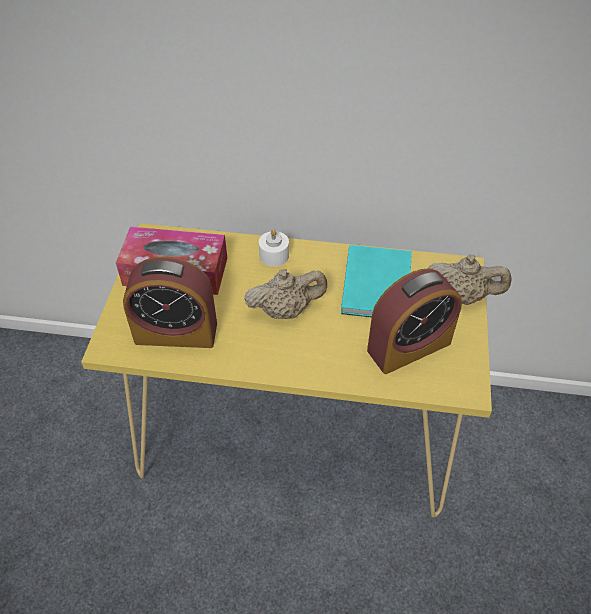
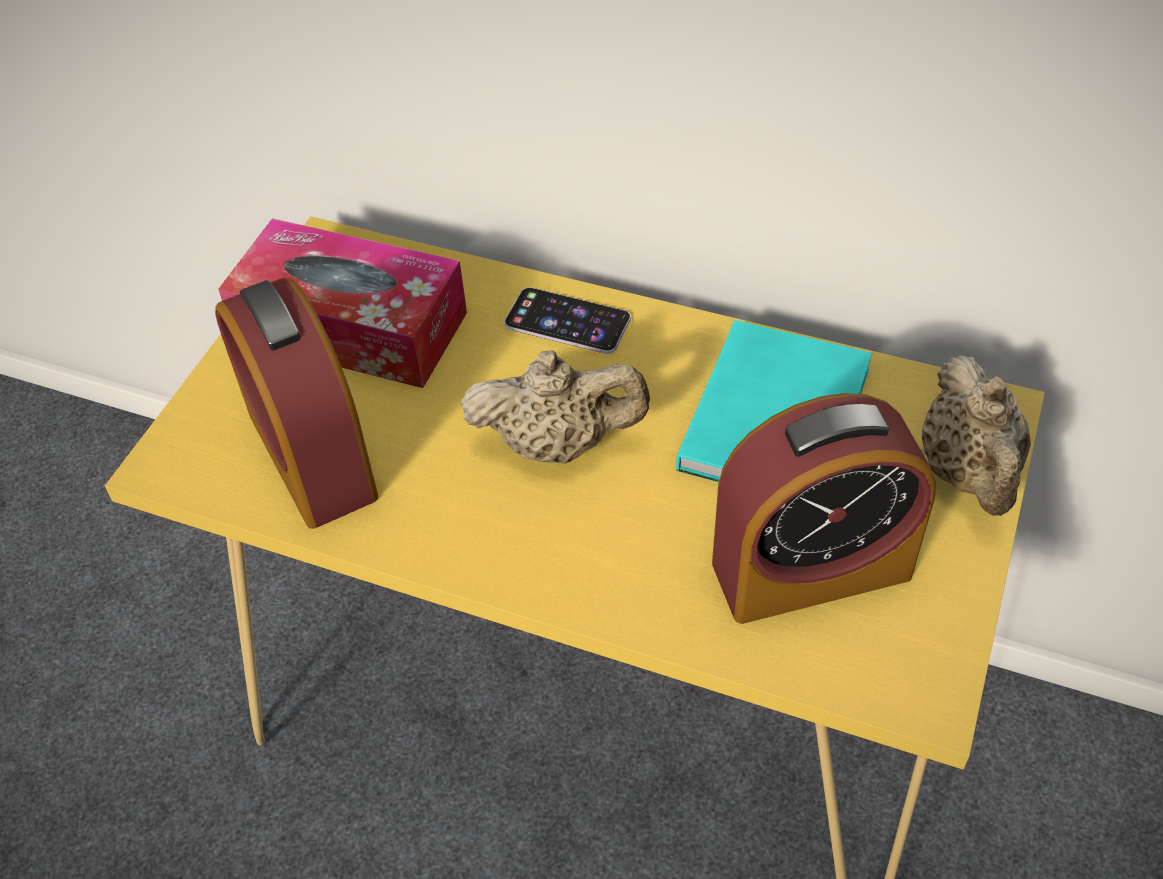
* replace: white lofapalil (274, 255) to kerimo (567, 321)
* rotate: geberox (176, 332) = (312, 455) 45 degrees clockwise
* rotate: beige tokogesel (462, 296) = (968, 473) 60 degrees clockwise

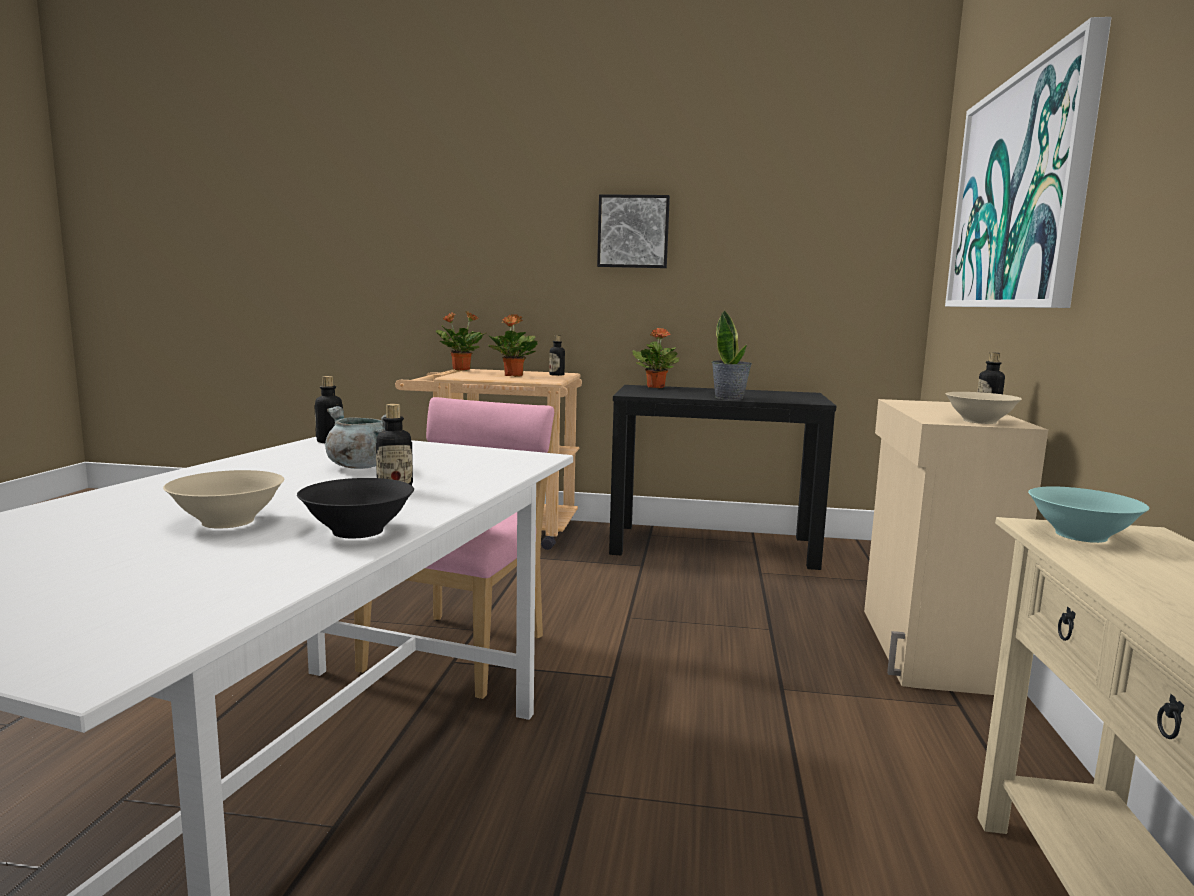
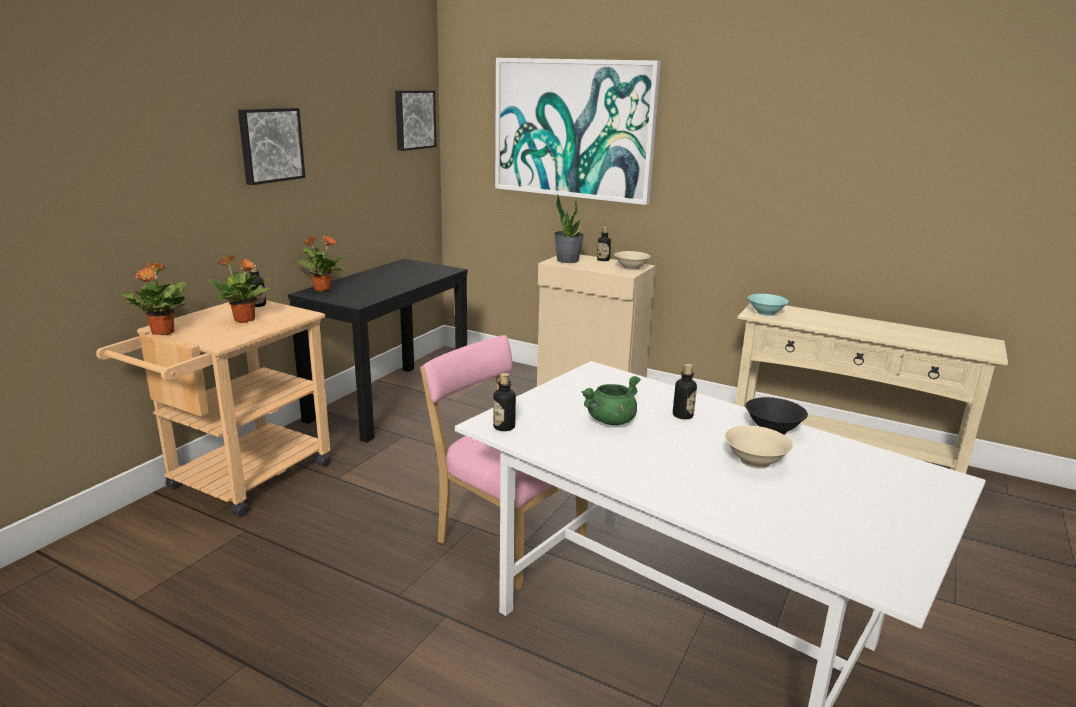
* insert: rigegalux (413, 119)
* move: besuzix (729, 398) to (567, 260)
* recolor: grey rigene (360, 466) to green rigene (611, 421)

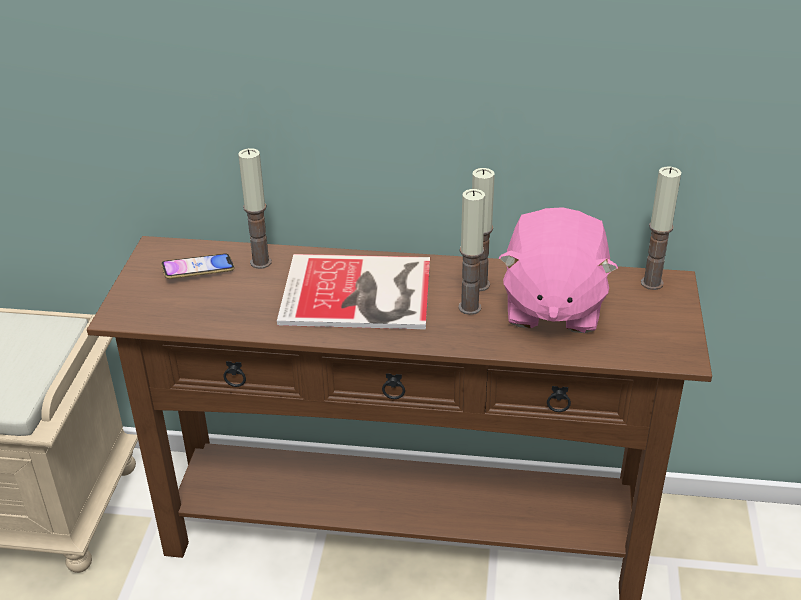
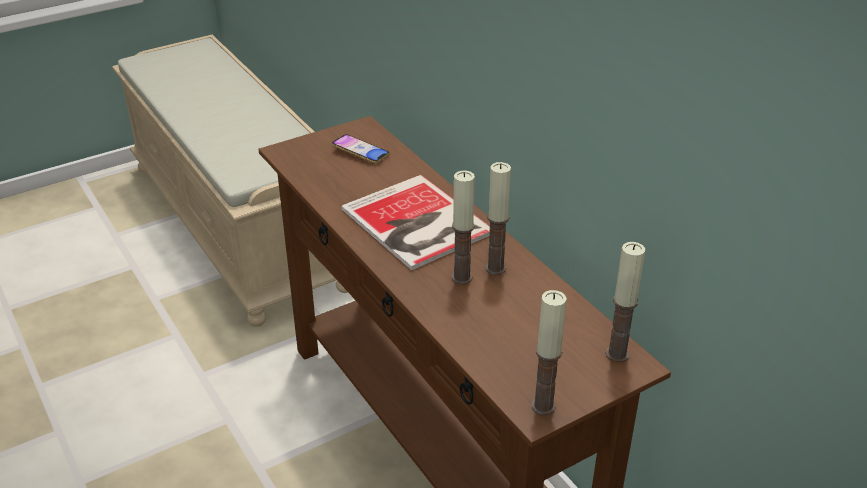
* delete: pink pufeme (552, 306)
* move: lofapalil (260, 262) to (543, 406)

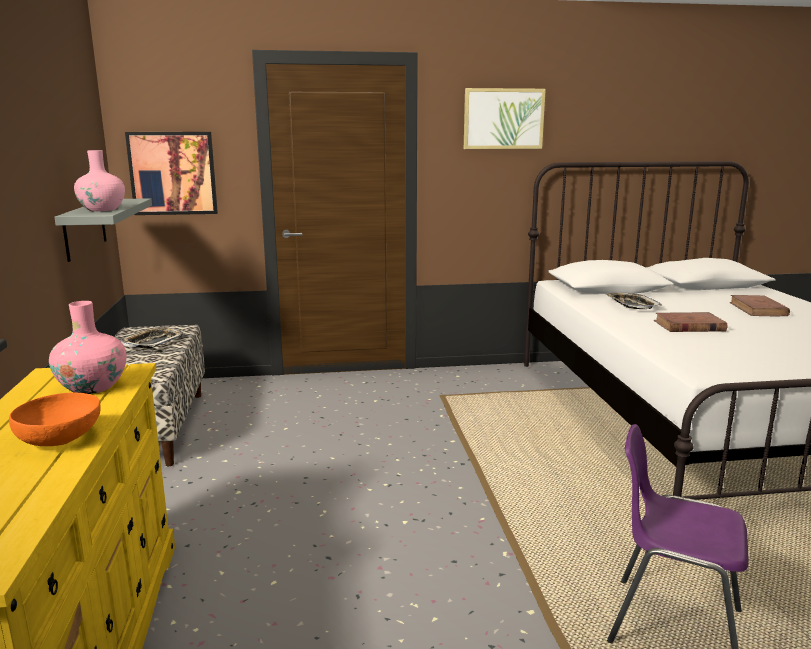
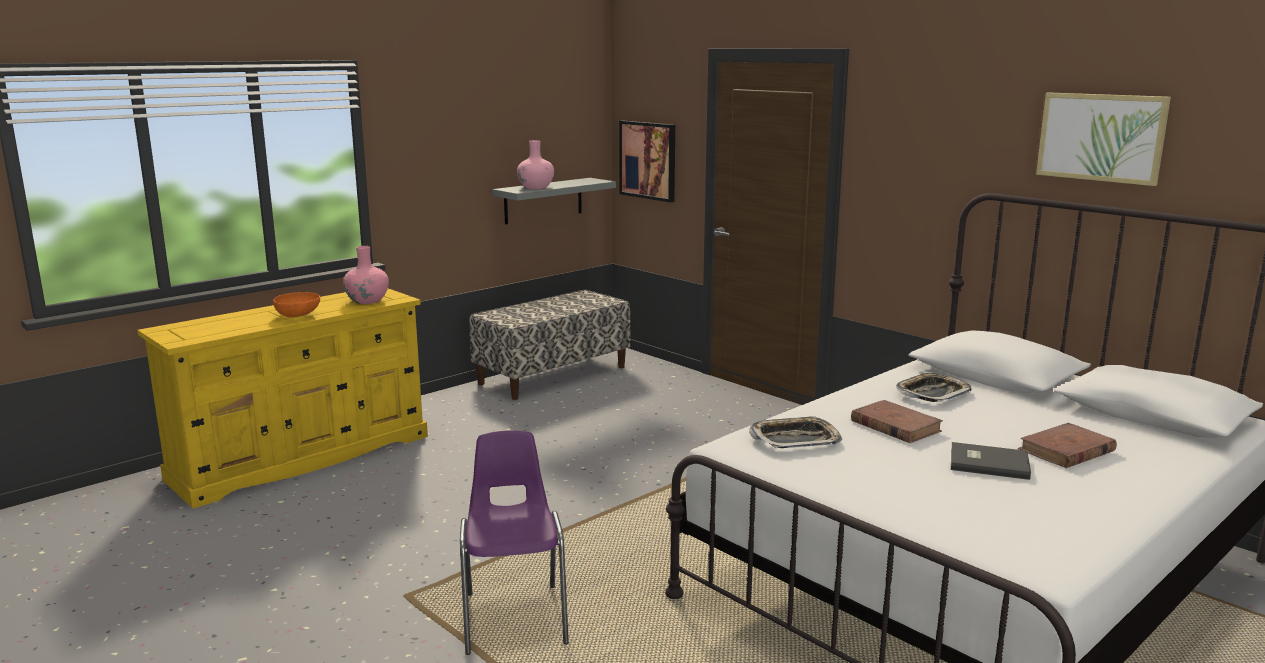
* insert: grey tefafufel (987, 463)
* move: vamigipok (152, 342) to (795, 439)
* move: rigegalux (503, 119) to (1101, 137)

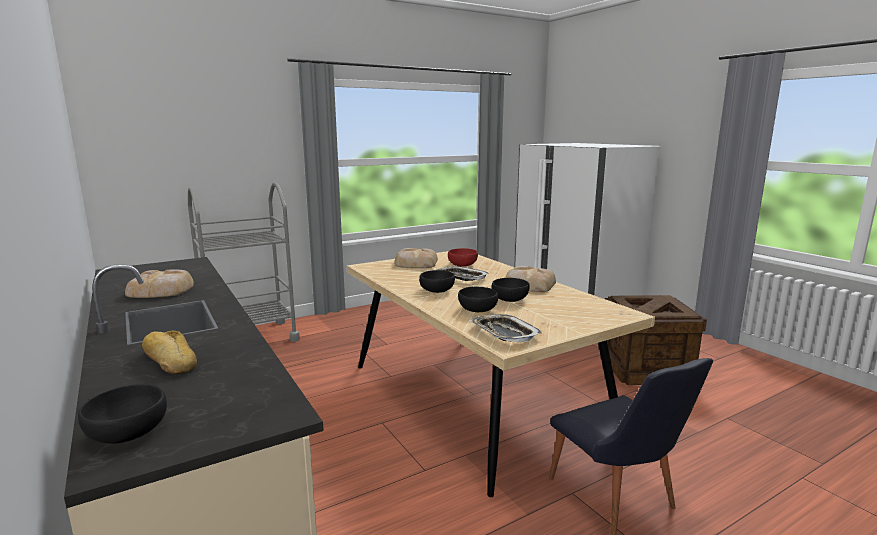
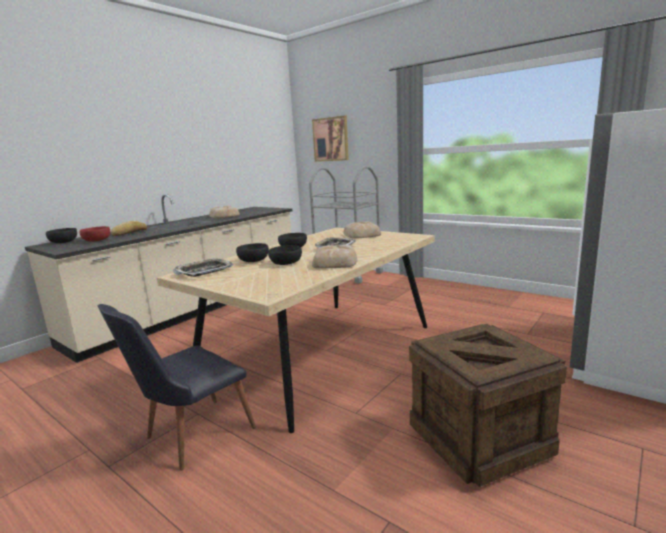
* insert: rigegalux (331, 139)
* move: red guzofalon (463, 265) to (97, 240)

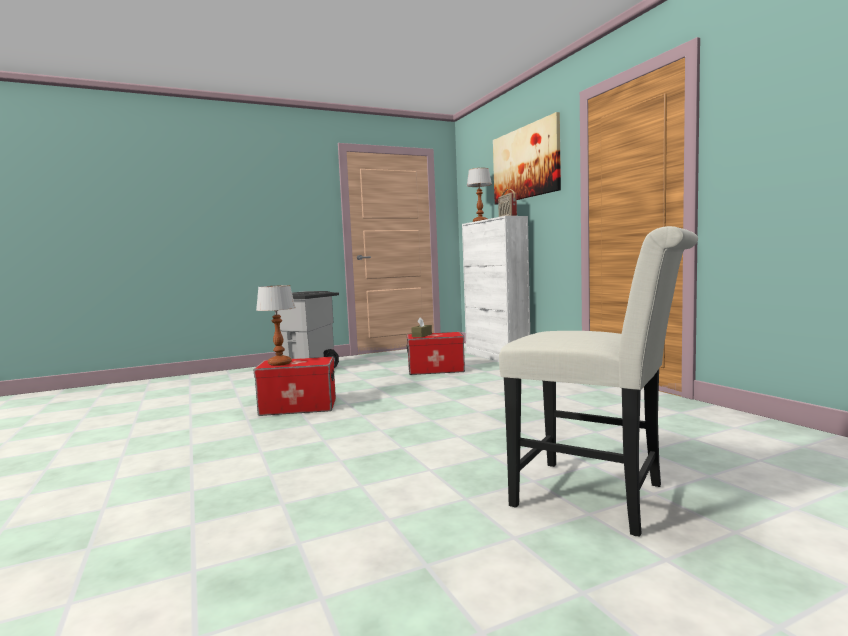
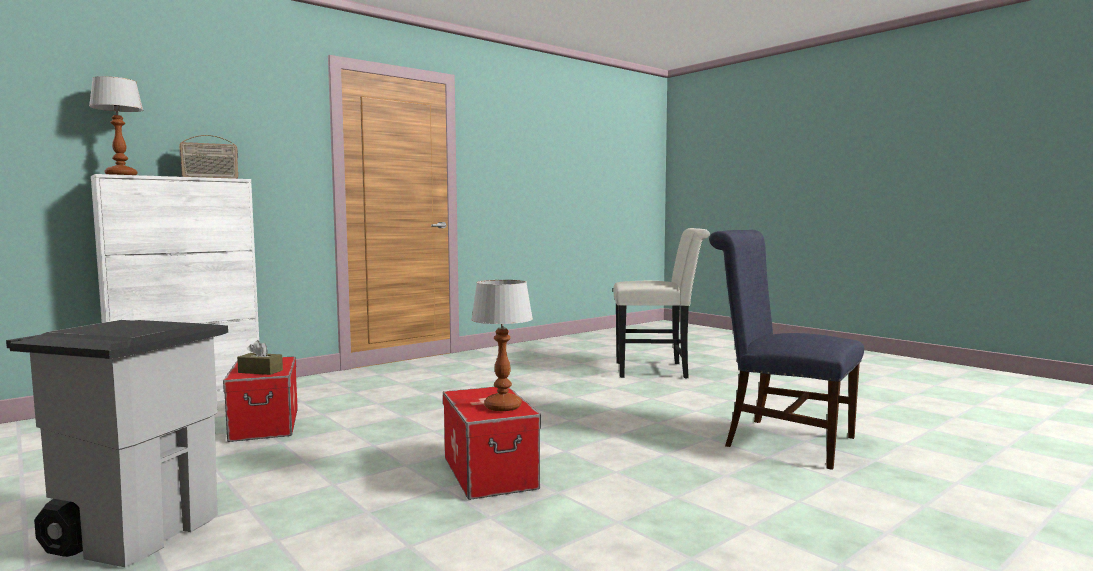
* delete: rigegalux (525, 163)
* insert: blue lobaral (781, 440)
* rotate: white lobaral (600, 498) = (657, 370) 75 degrees clockwise

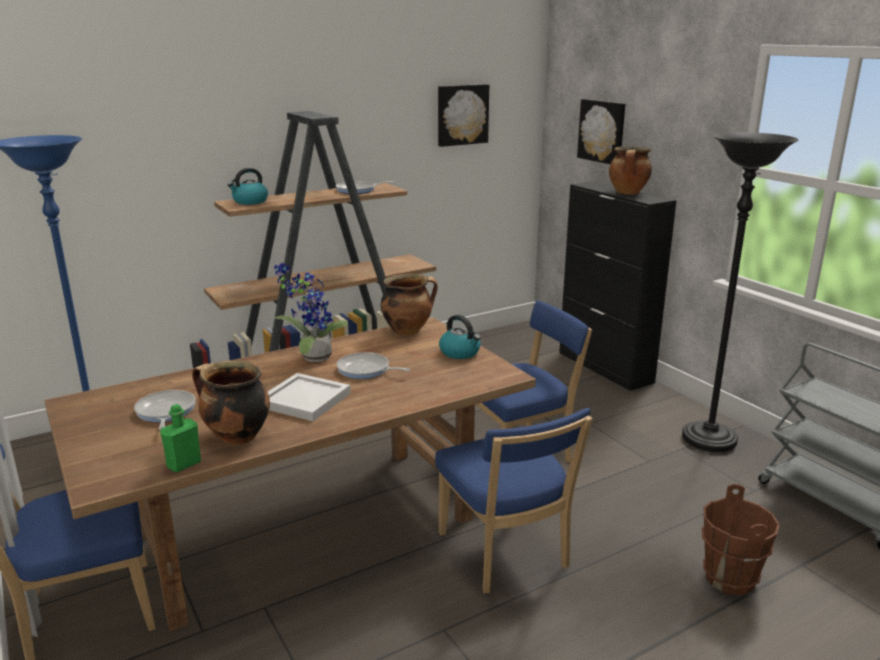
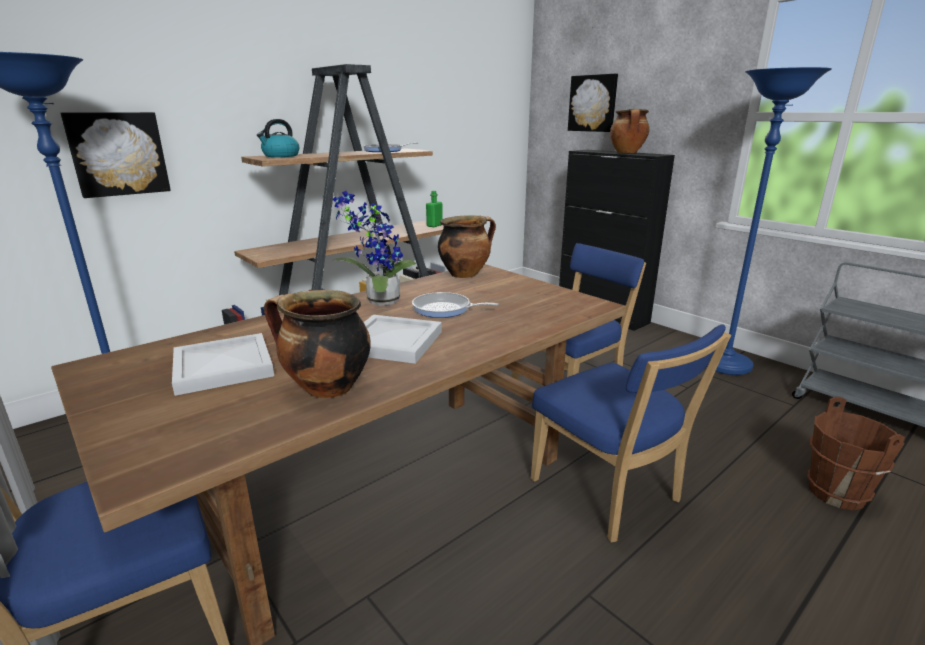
* delete: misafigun (460, 352)
* move: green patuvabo (184, 464) to (434, 225)
* move: rigegalux (462, 115) to (118, 154)
* replace: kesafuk (165, 412) to white vamigipok (222, 367)
* recolor: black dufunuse (709, 440) to blue dufunuse (725, 365)

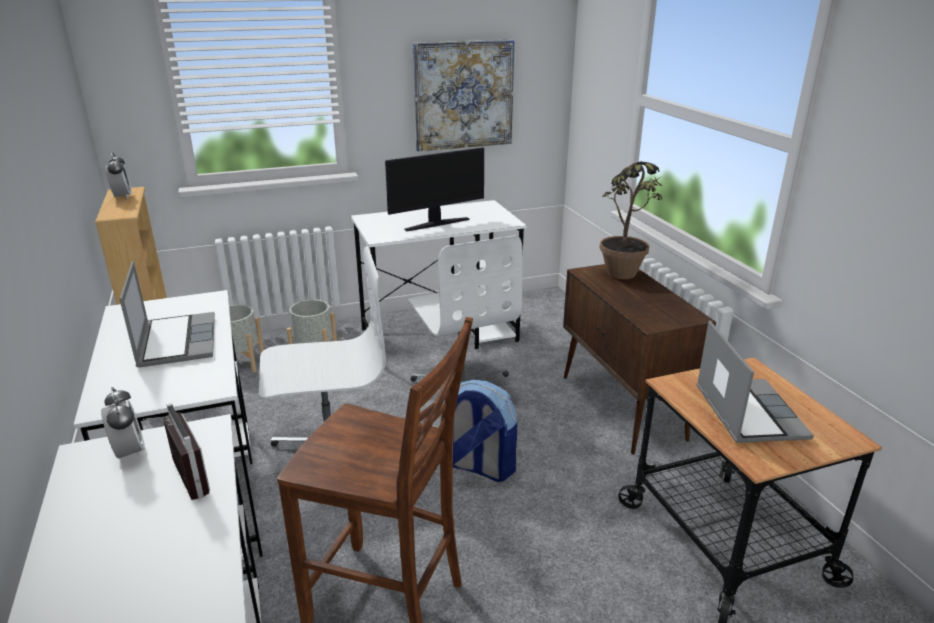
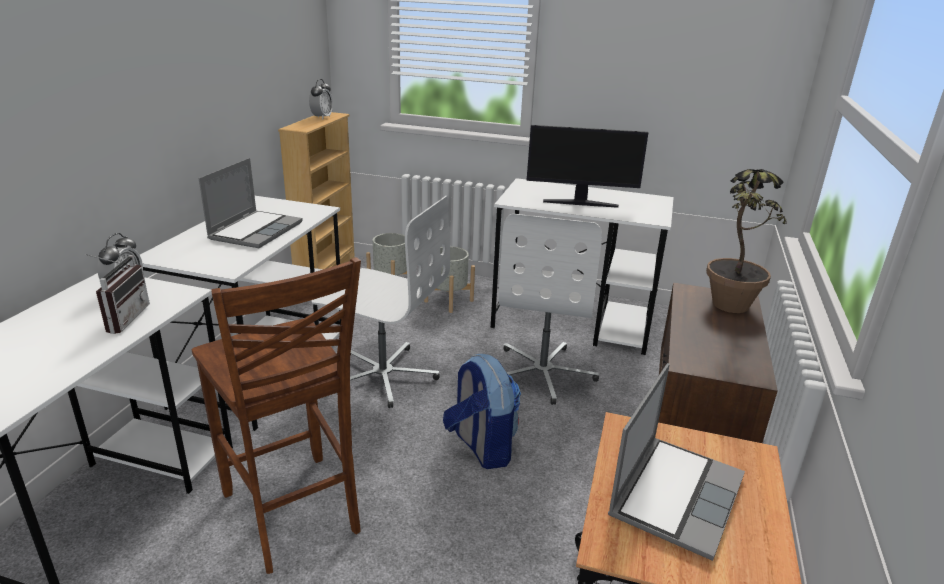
* delete: rigegalux (463, 95)

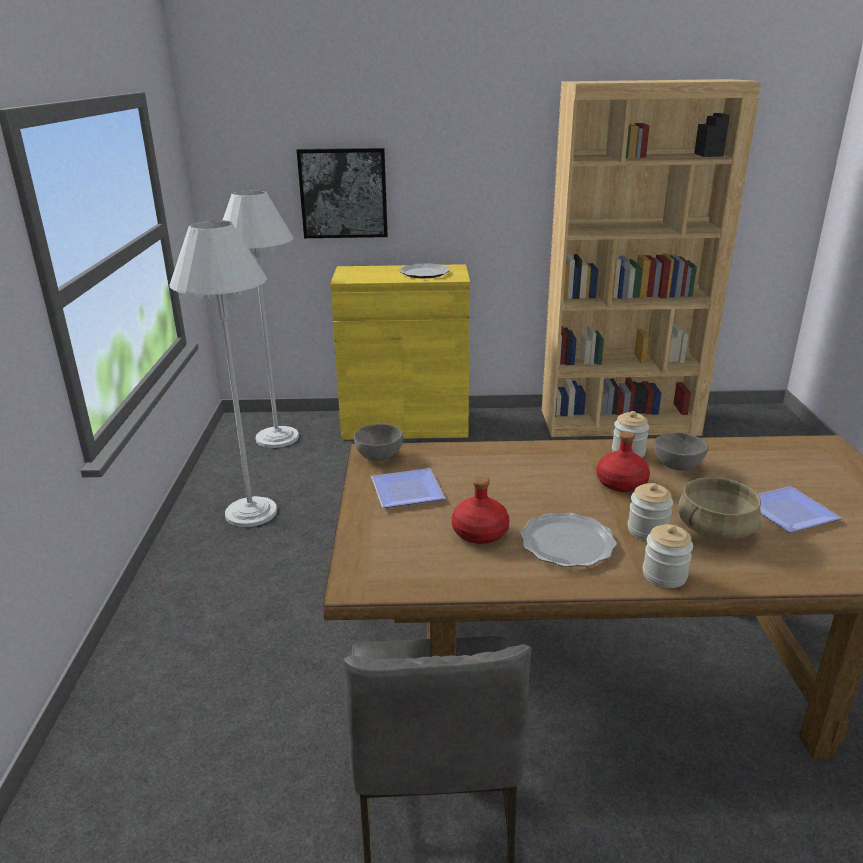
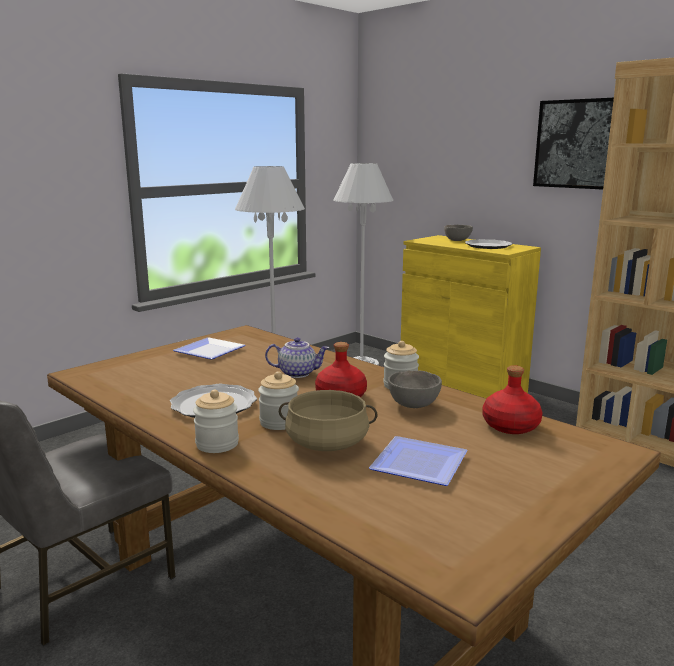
* insert: tokogesel (298, 373)
* move: rigegalux (343, 193) to (578, 144)
* move: grey guzofalon (378, 456) to (457, 240)
* move: red patuvabo (480, 532) to (511, 426)

